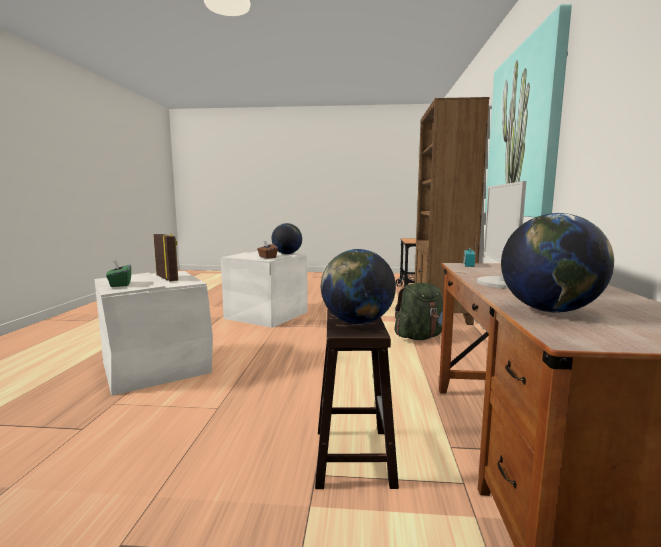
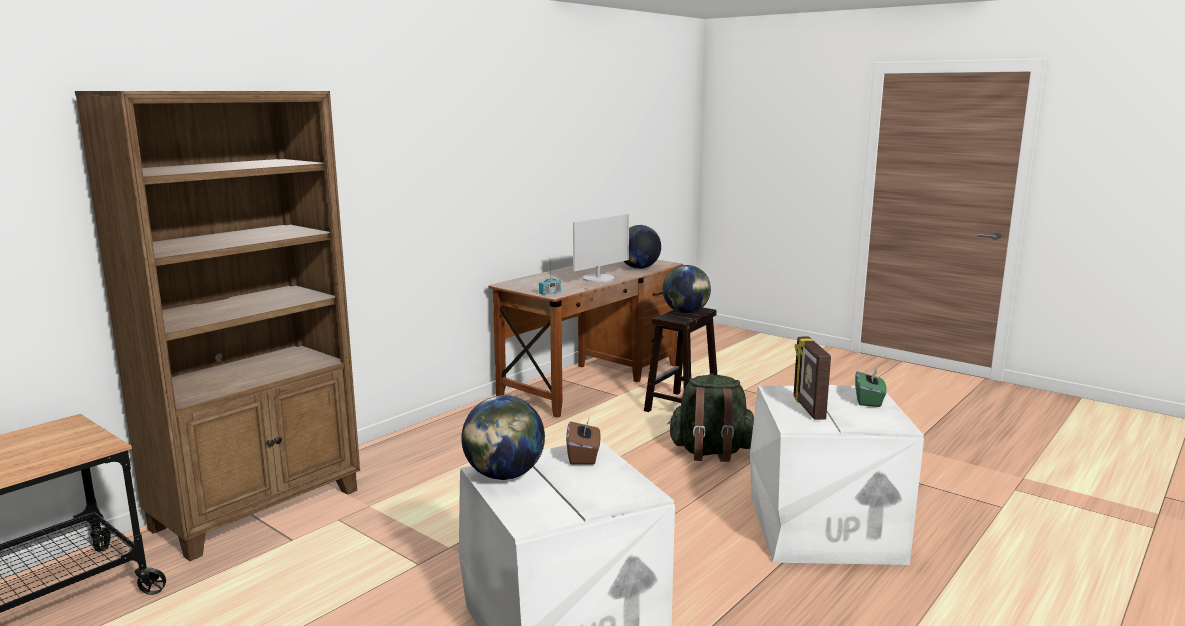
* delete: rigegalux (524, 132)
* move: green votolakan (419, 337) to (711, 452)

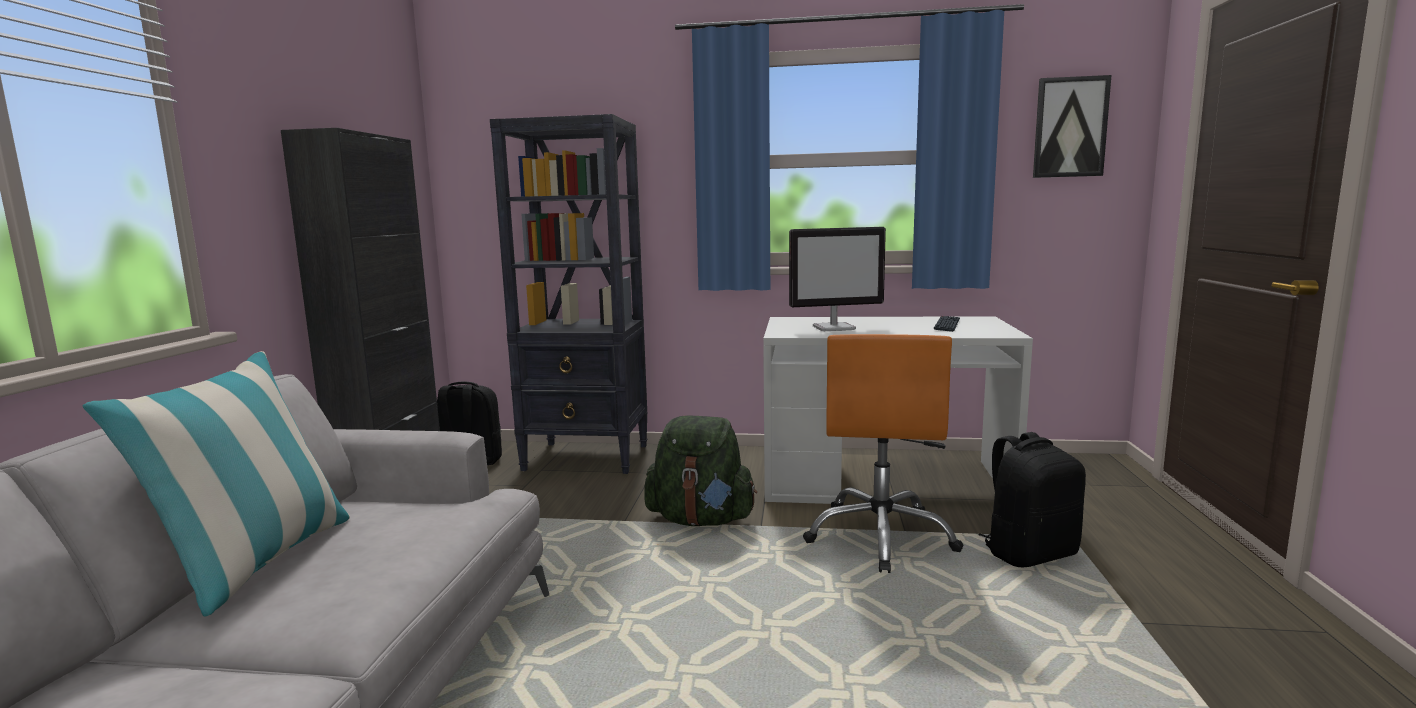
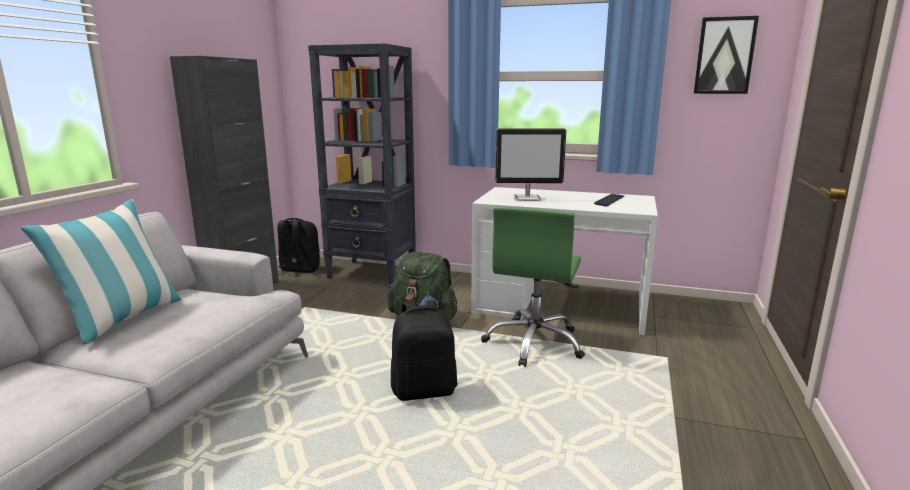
* move: black votolakan (1029, 553) to (424, 390)
* recolor: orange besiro (881, 536) to green besiro (534, 343)

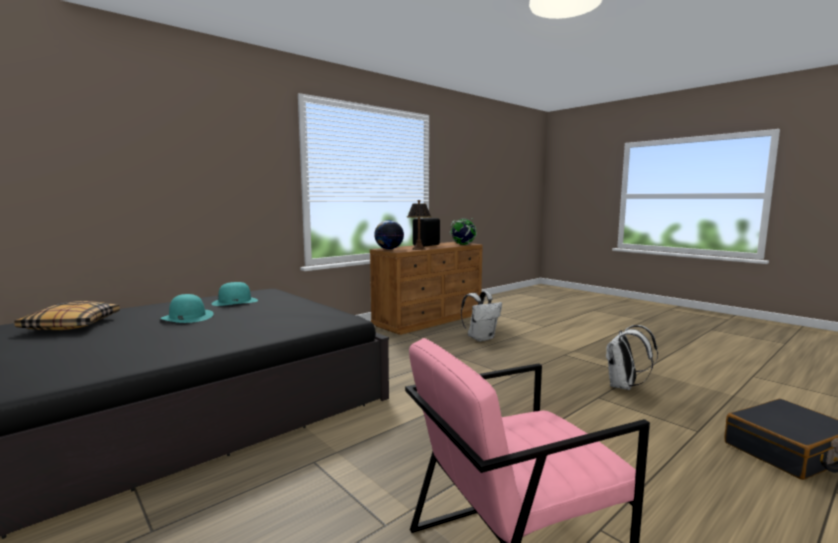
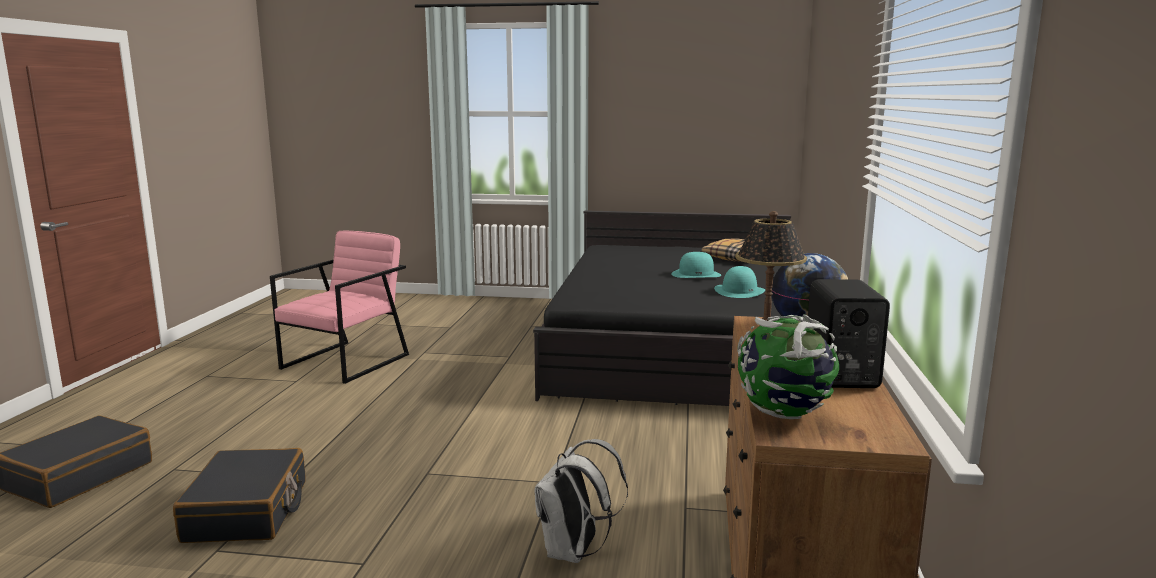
* replace: white votolakan (624, 386) to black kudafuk (247, 512)

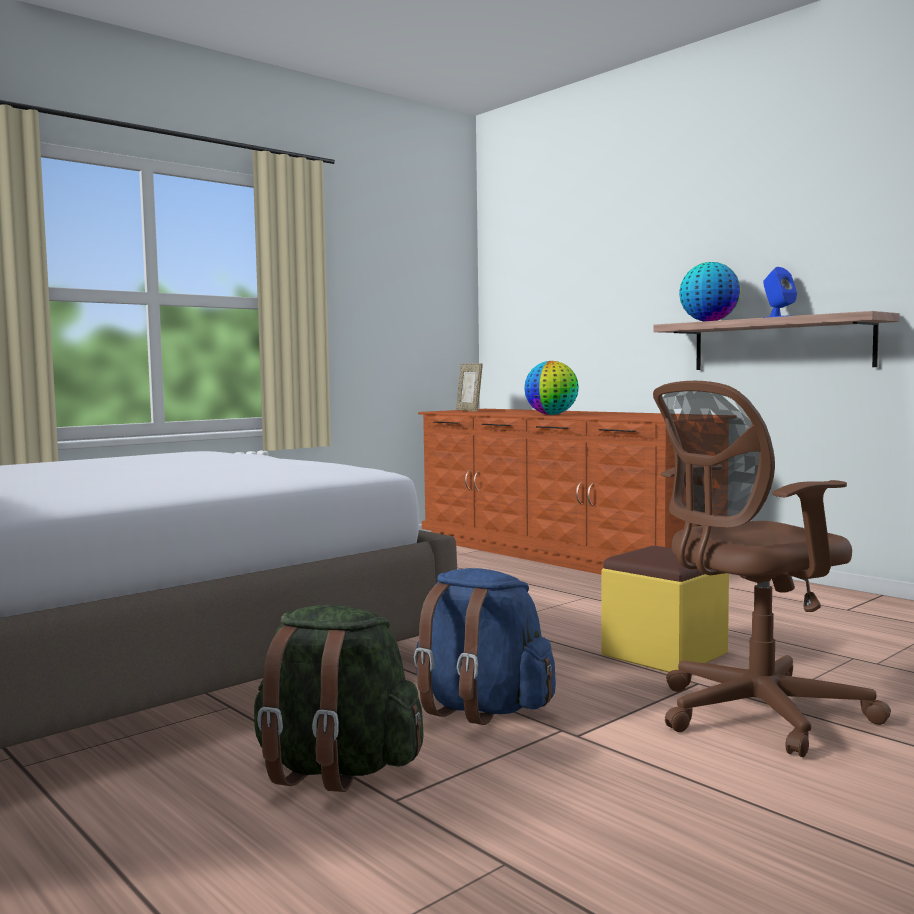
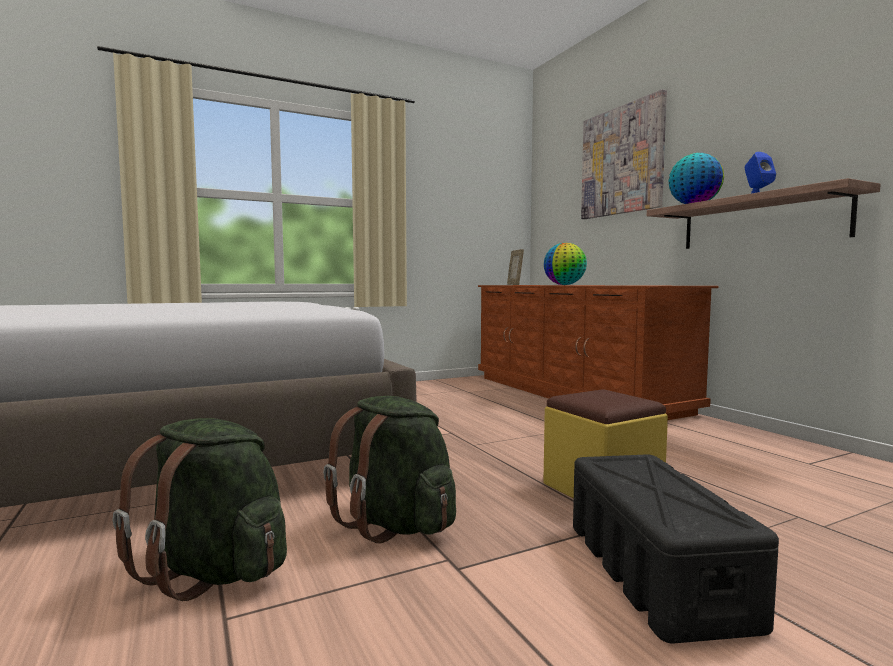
* insert: rigegalux (622, 161)
* replace: brown besiro (752, 715) to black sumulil (654, 571)
* recolor: blue votolakan (480, 709) to green votolakan (395, 524)

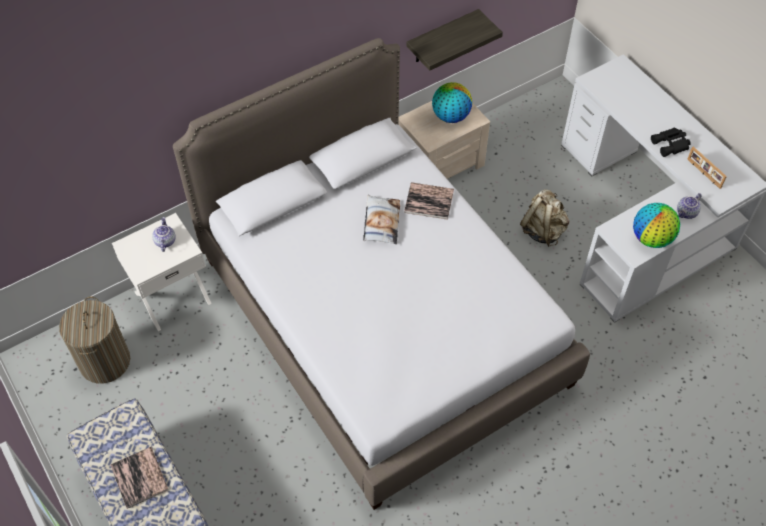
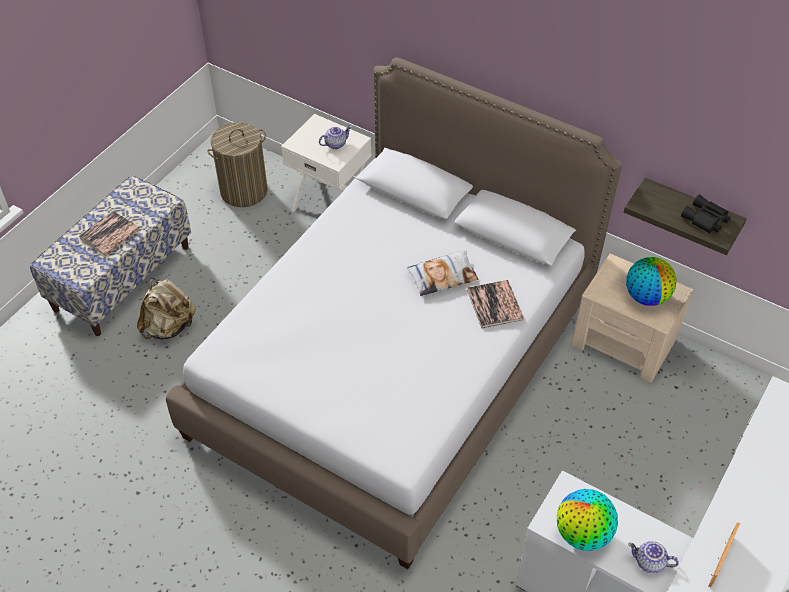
* move: beige votolakan (543, 230) to (169, 327)
* move: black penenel (671, 145) to (705, 220)

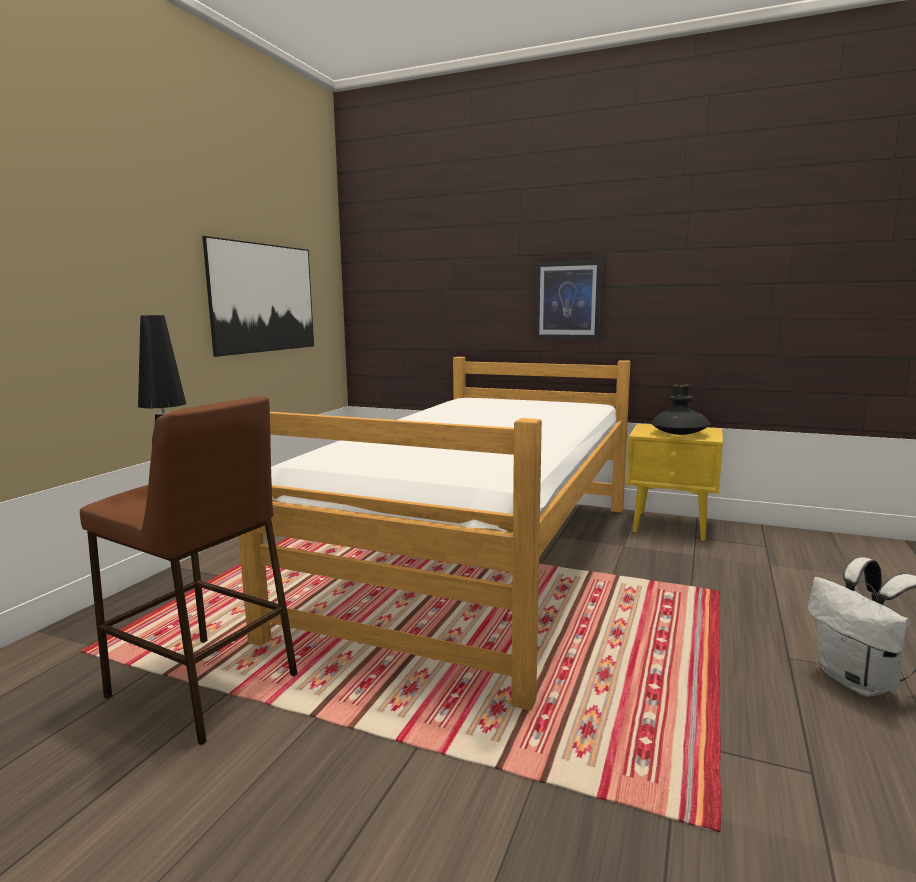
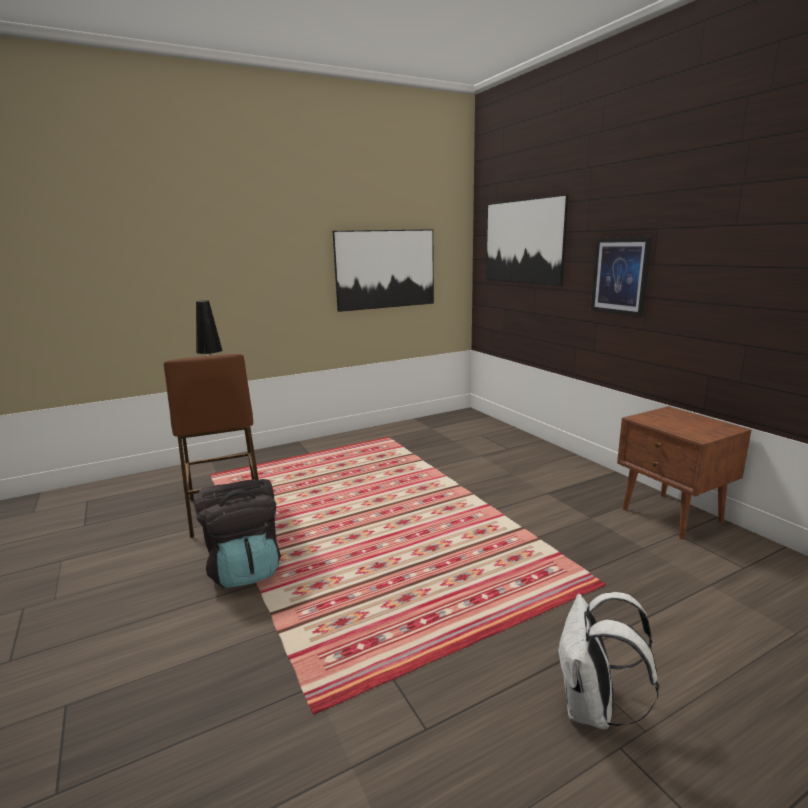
* delete: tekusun (482, 560)
* delete: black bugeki (679, 434)
* insert: black votolakan (244, 568)
* insert: rigegalux (523, 242)
* recolor: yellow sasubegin (671, 526) to brown sasubegin (672, 516)

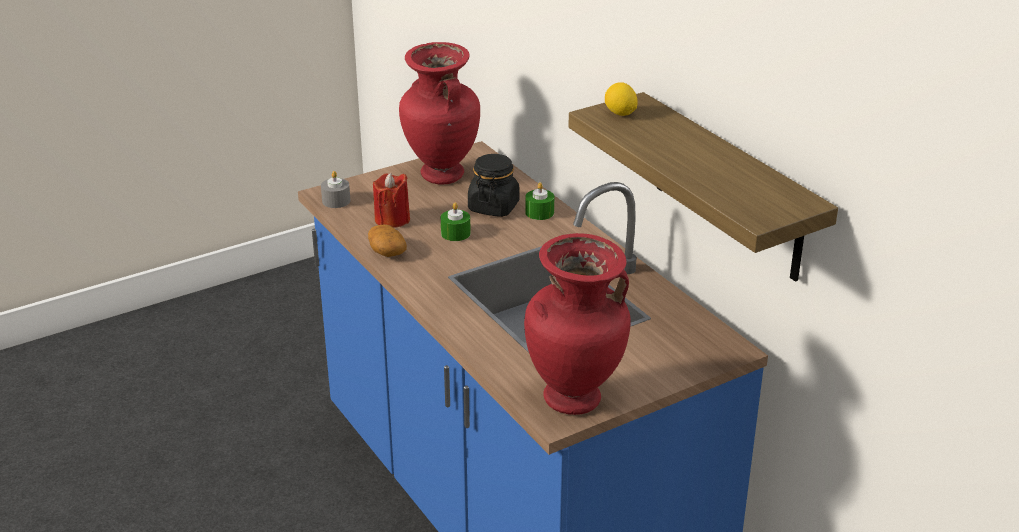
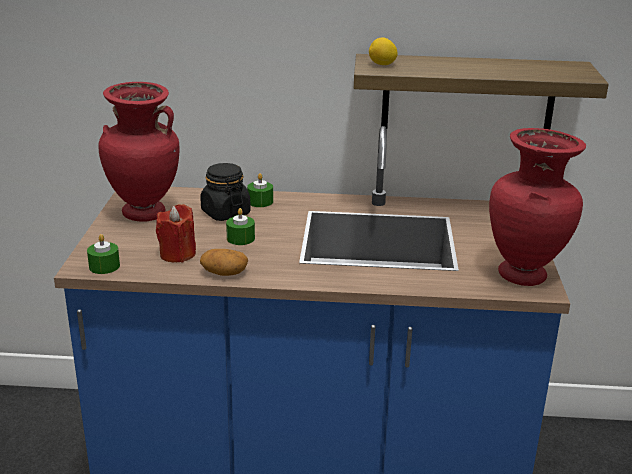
* recolor: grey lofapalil (336, 201) to green lofapalil (104, 266)

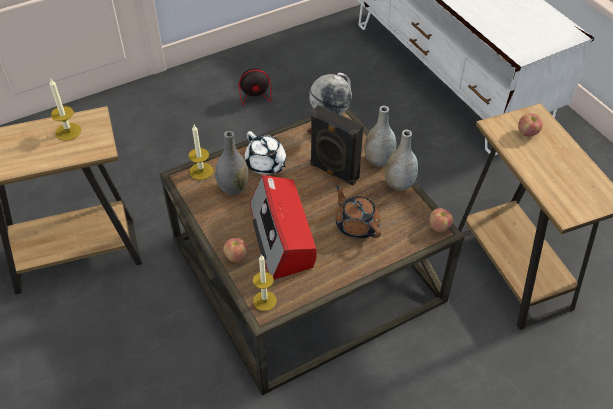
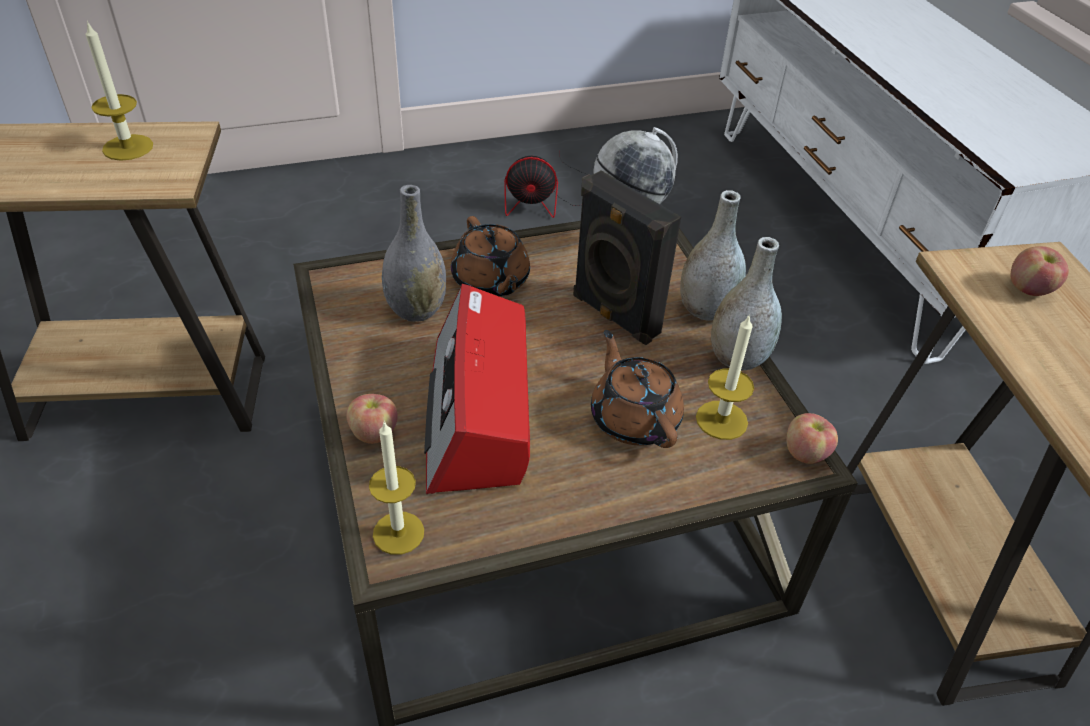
* move: lofapalil (201, 171) to (721, 420)
* recolor: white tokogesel (266, 164) to brown tokogesel (491, 282)

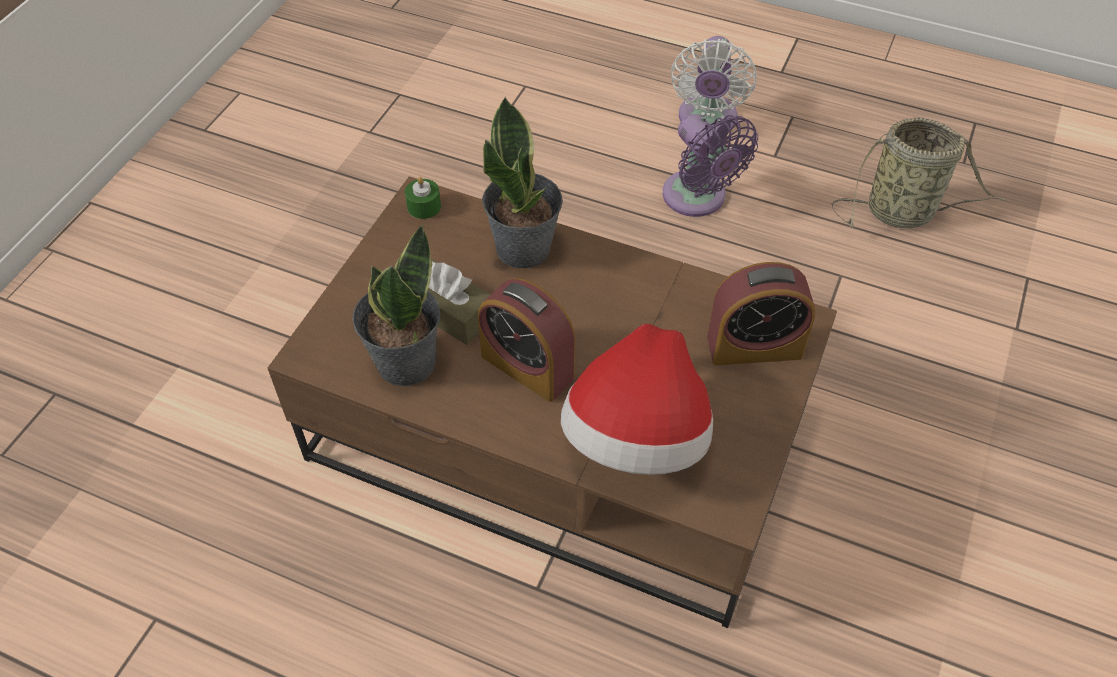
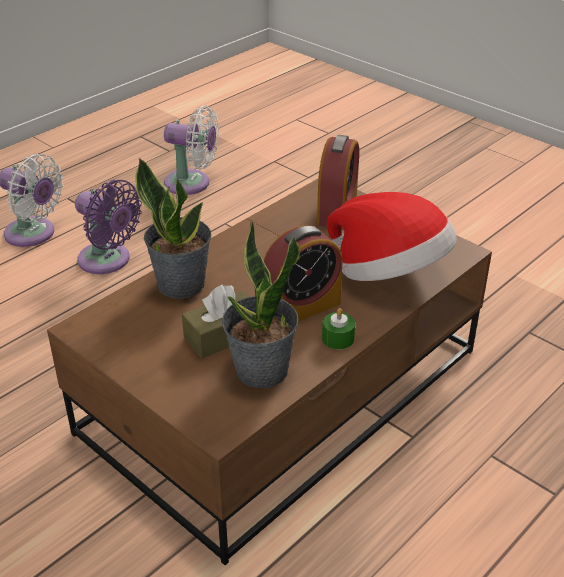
* move: green lofapalil (424, 206) to (338, 338)
* replace: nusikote (904, 212) to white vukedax (192, 184)
* rotate: purple vukedax (698, 199) = (108, 261) 45 degrees clockwise

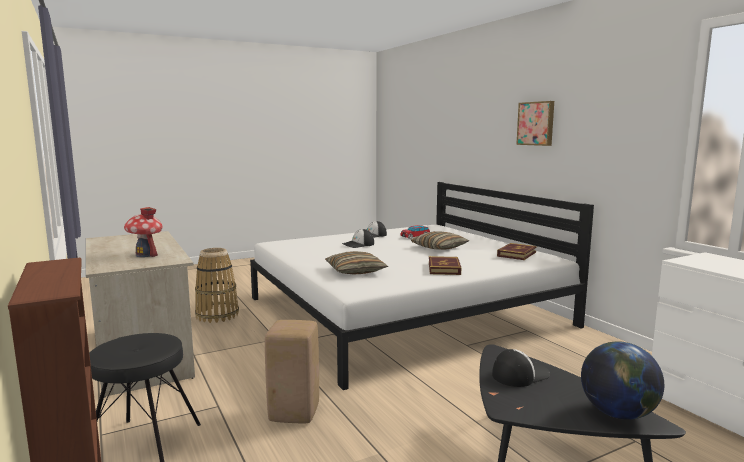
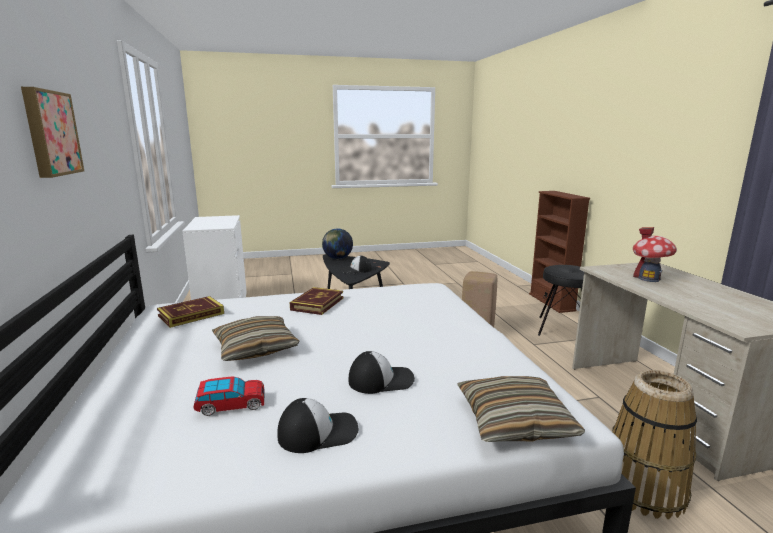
* move: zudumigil (355, 271) to (514, 421)

